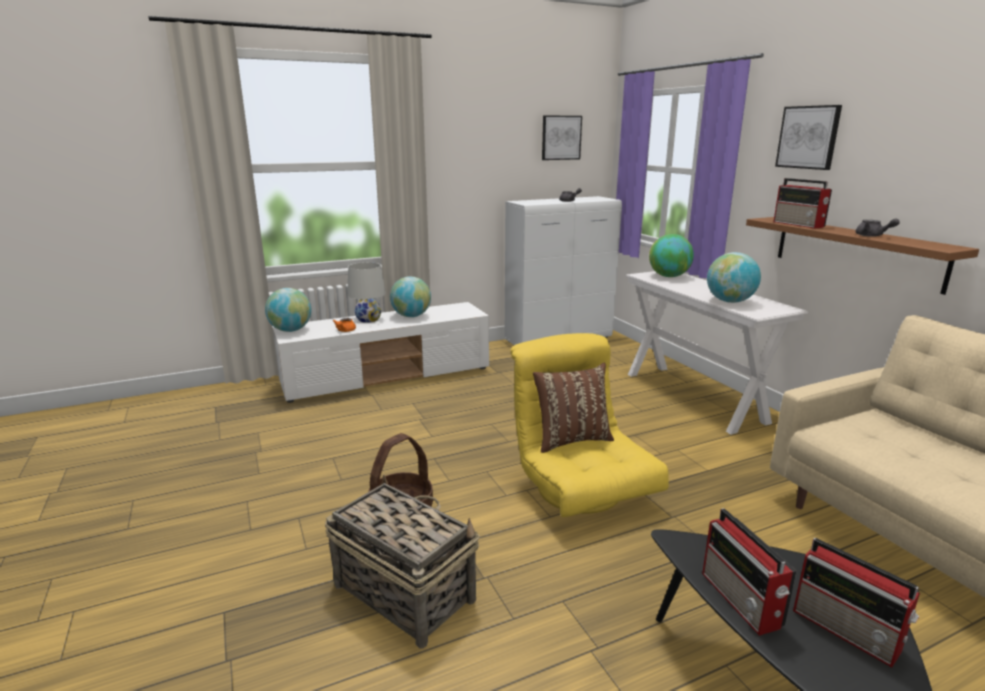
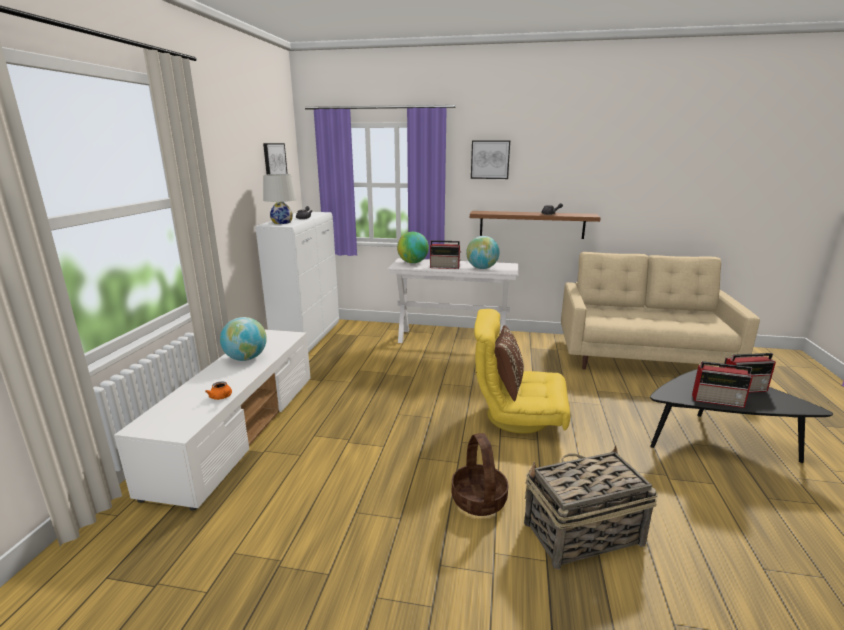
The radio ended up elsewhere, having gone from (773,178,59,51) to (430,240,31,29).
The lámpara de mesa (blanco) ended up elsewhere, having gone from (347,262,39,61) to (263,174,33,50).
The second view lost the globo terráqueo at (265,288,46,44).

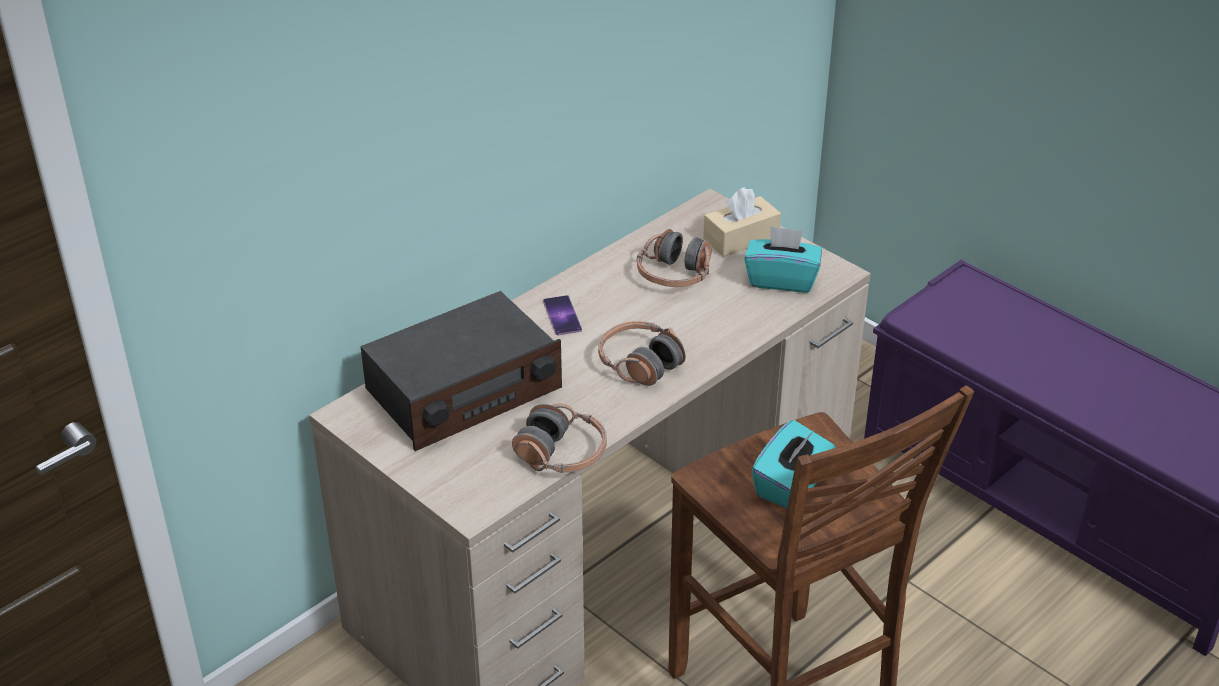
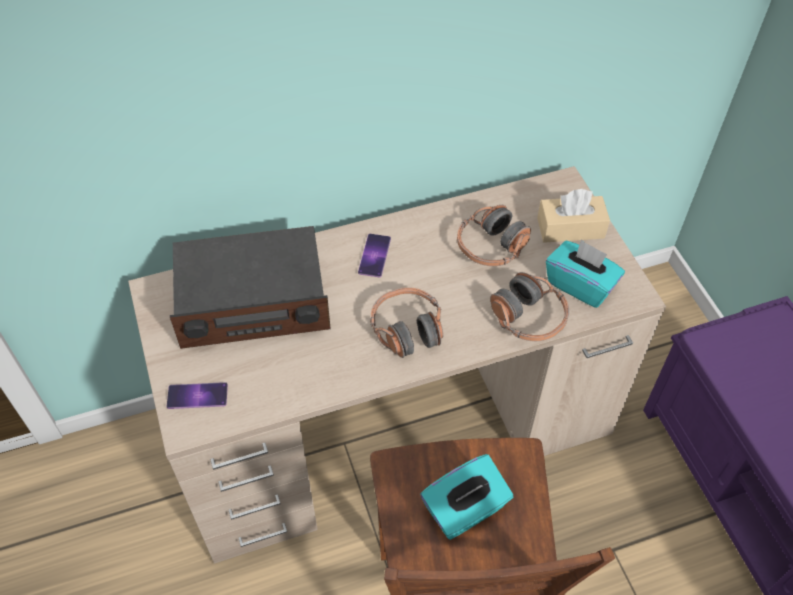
The auriculares ended up elsewhere, having gone from (512,404,95,69) to (490,272,79,69).
The second view gained the móvil at (166,382,62,27).

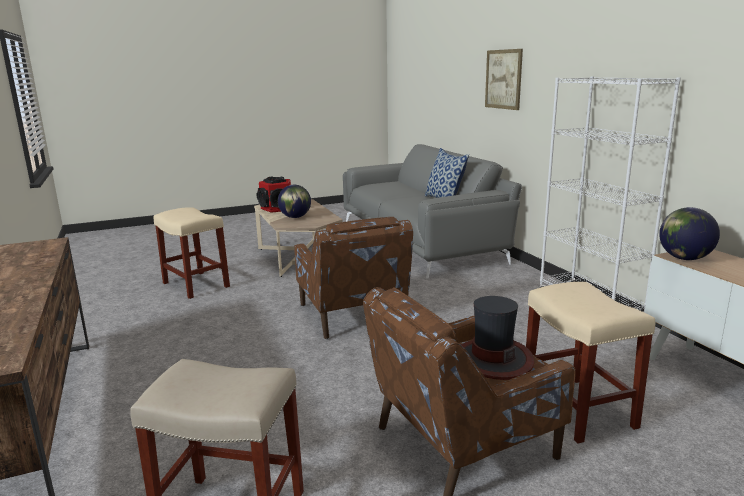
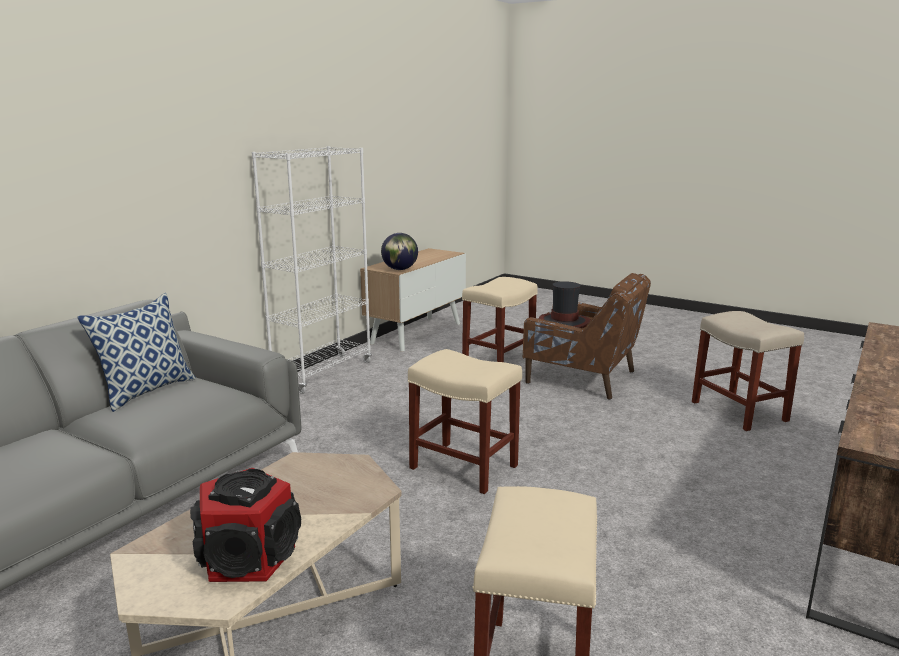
The second view lost the cuadro at (485,49,38,61).
The second view lost the globo terráqueo at (278,185,33,33).
Where the sillón (marrón) stood at (294,217,119,122), the taburete (beis) came to stand at (408,349,114,145).

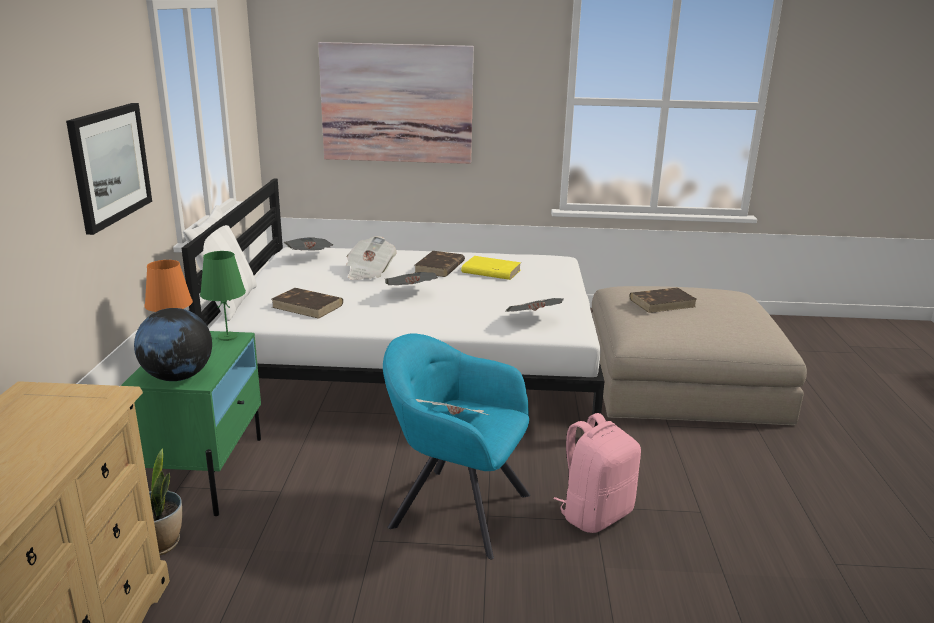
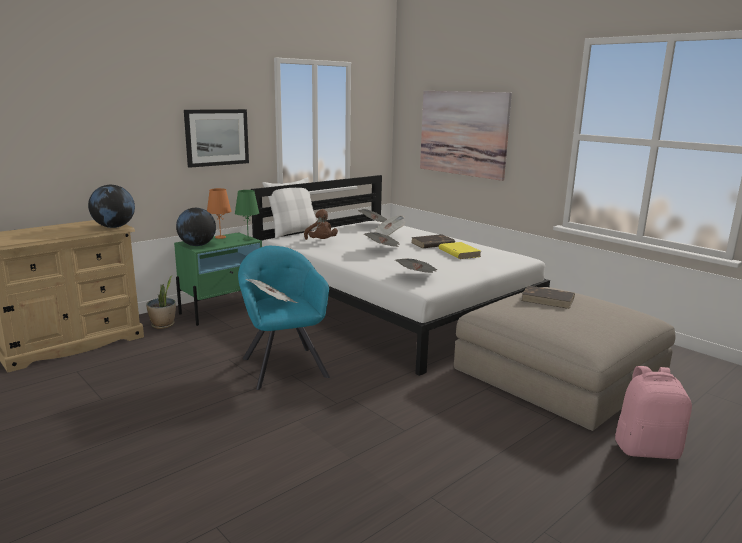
Where the libro (marrón) stood at (272,288,71,31), the peluche (marrón) came to stand at (304,209,34,31).
The mochila (rosa) ended up elsewhere, having gone from (553,413,88,120) to (615,366,77,93).
The second view gained the globo terráqueo at (88,185,47,43).

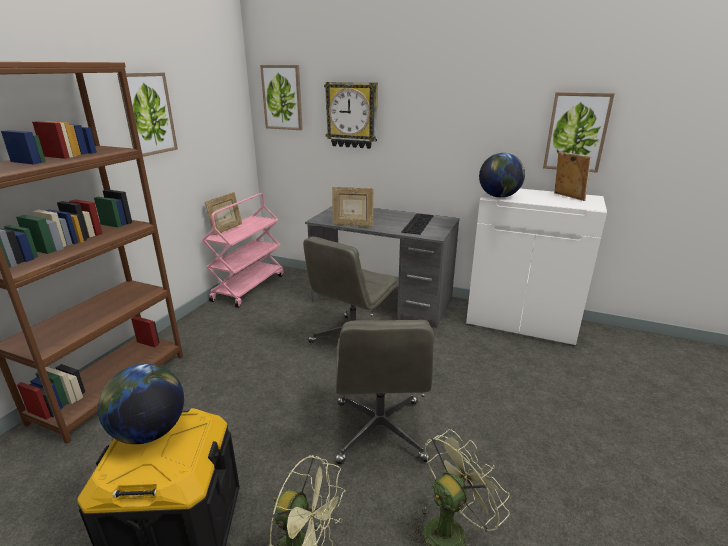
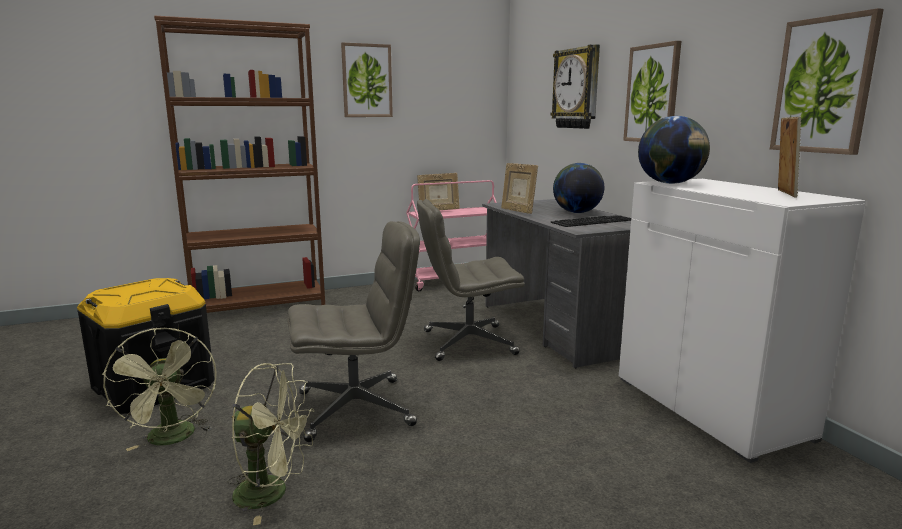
The cuadro ended up elsewhere, having gone from (260,65,43,65) to (623,41,58,101).
The silla de oficina (gris) at (335,320,99,144) ended up facing another way, 150 degrees counterclockwise from before.
The globo terráqueo ended up elsewhere, having gone from (98,364,86,80) to (553,163,51,50).

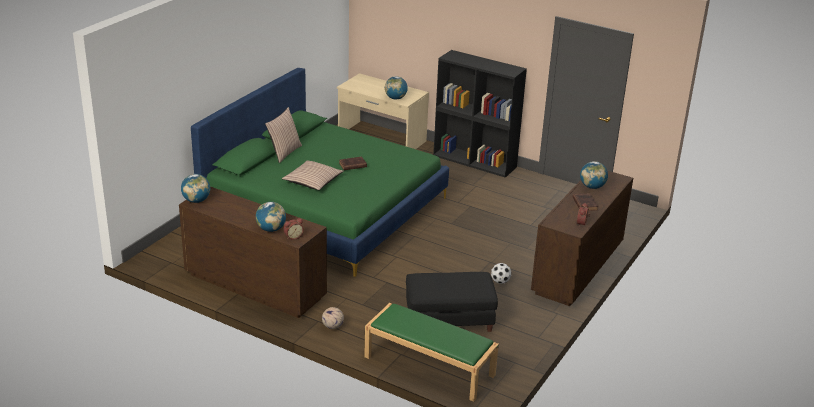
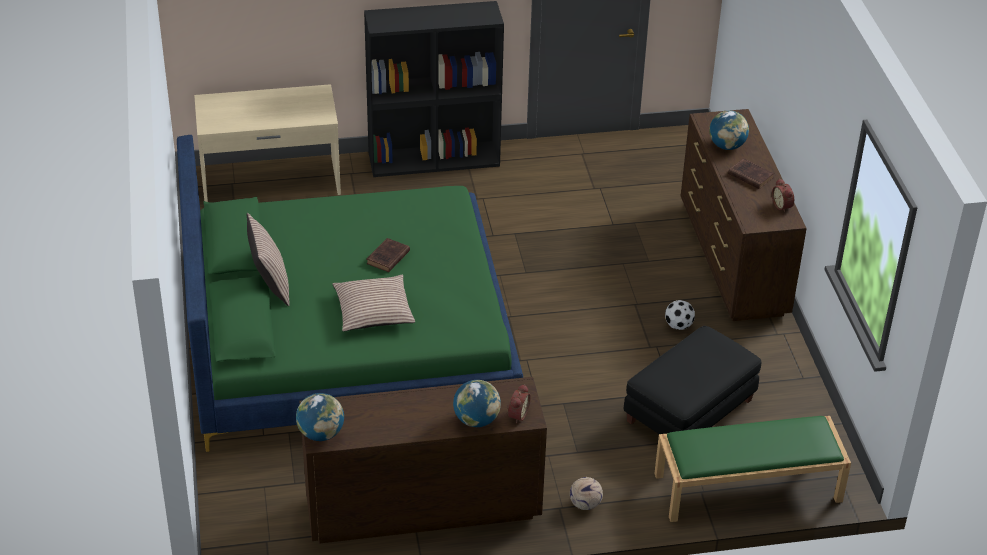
The second view lost the globo terráqueo at (385,76,23,23).

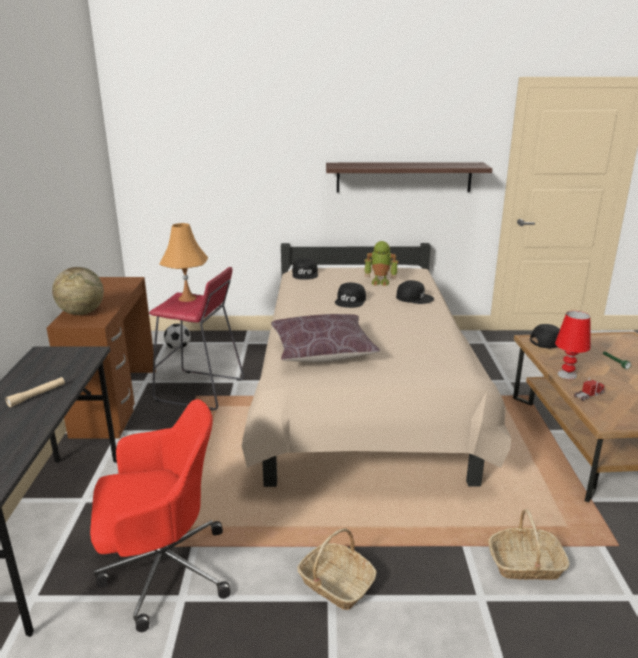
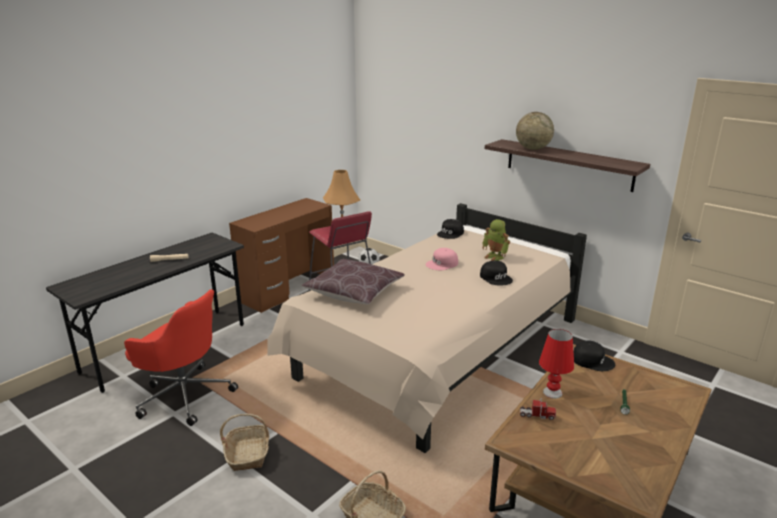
The globo terráqueo ended up elsewhere, having gone from (52,267,52,48) to (516,112,38,38).
What was the gorra (negro) at (335,283,31,25) turned into the gorra (rosa) at (425,248,33,22).

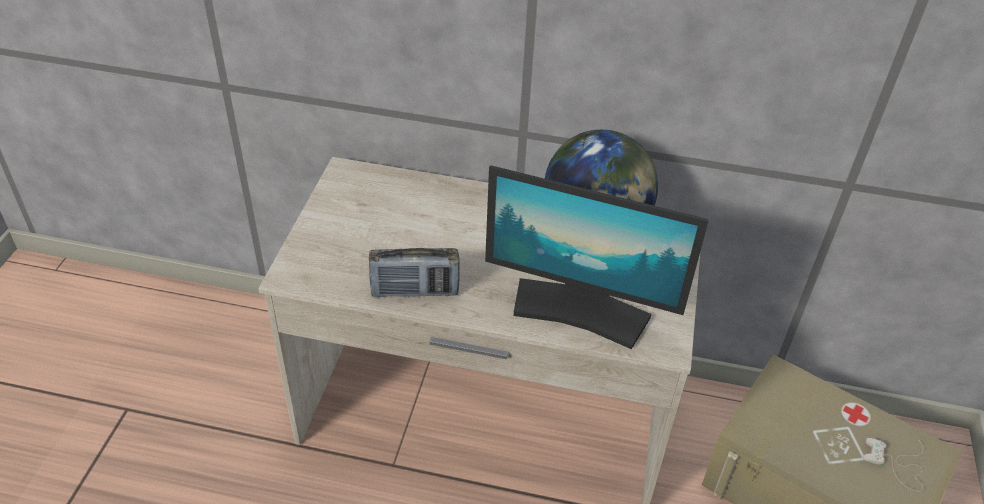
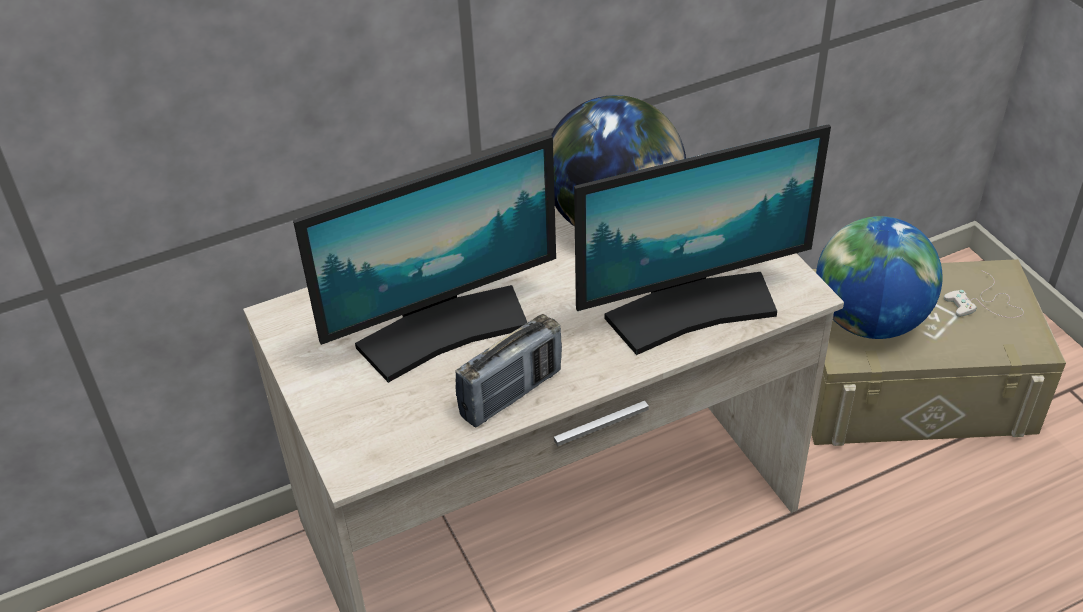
The second view gained the monitor at (293,135,263,248).
The second view gained the globo terráqueo at (816,216,127,123).

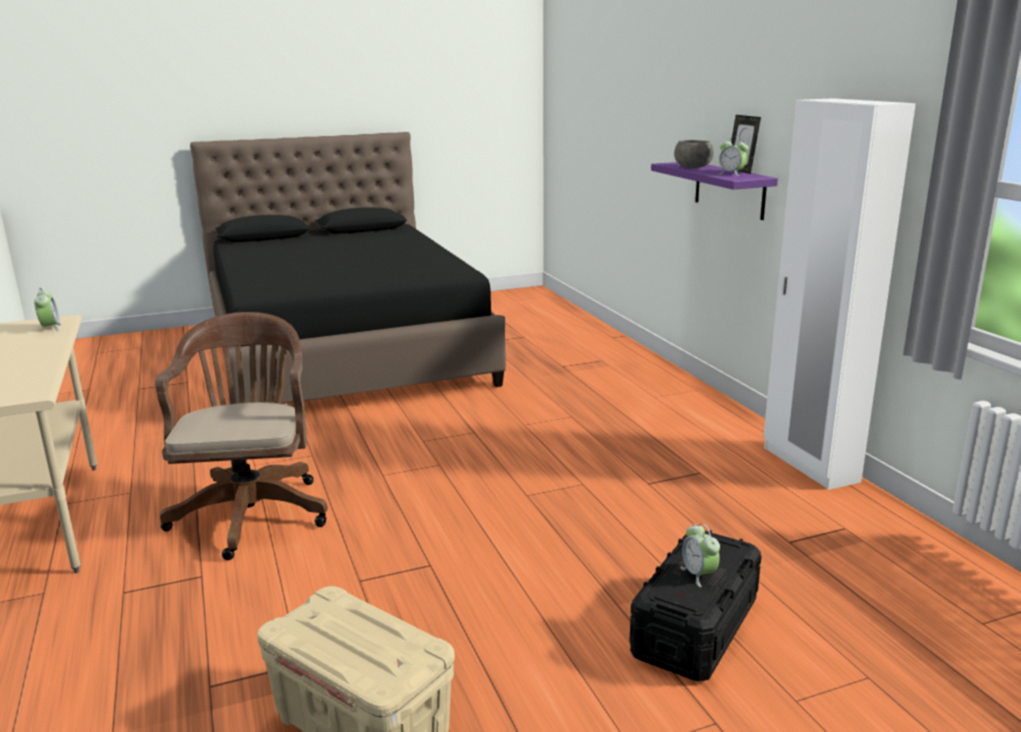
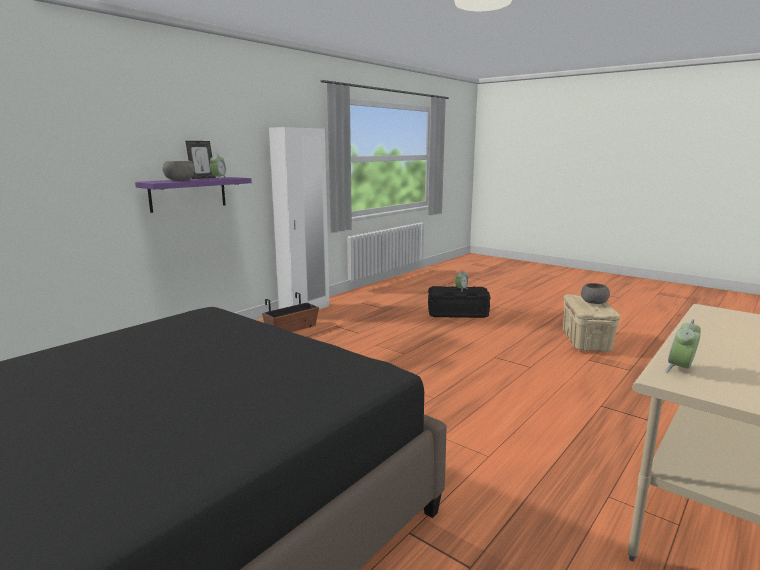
The second view lost the silla de oficina (marrón) at (155,312,173,248).
The second view gained the cuenco (gris) at (581,283,29,21).
The second view gained the maceta at (262,292,57,40).

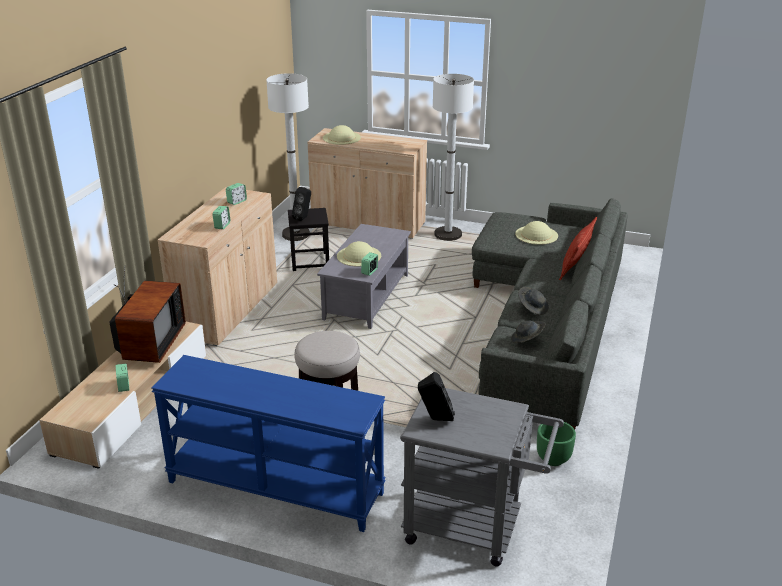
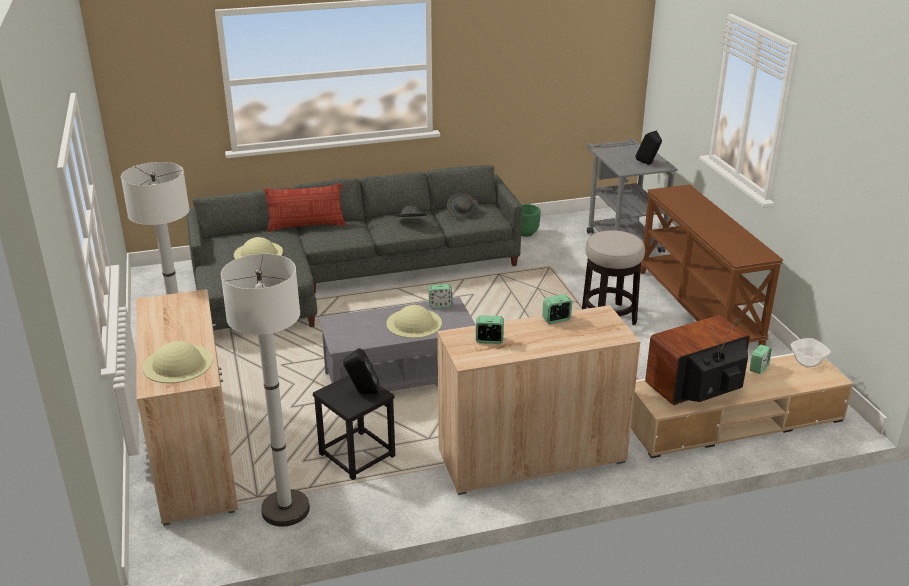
What was the mesa consola (azul) at (151,355,235,177) turned into the mesa consola (marrón) at (640,184,143,162).
The second view gained the cuenco at (790,338,41,30).

